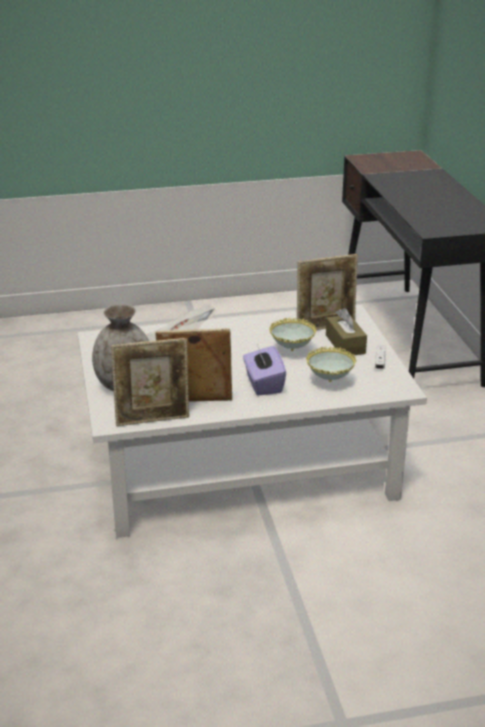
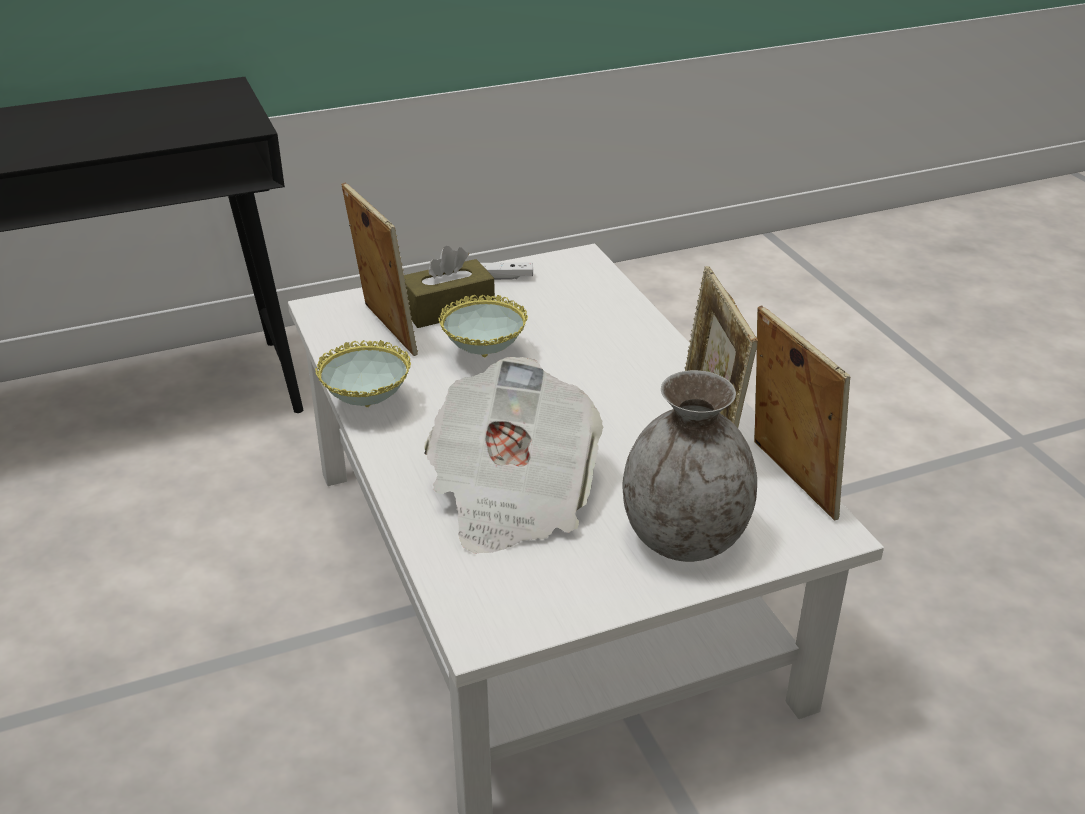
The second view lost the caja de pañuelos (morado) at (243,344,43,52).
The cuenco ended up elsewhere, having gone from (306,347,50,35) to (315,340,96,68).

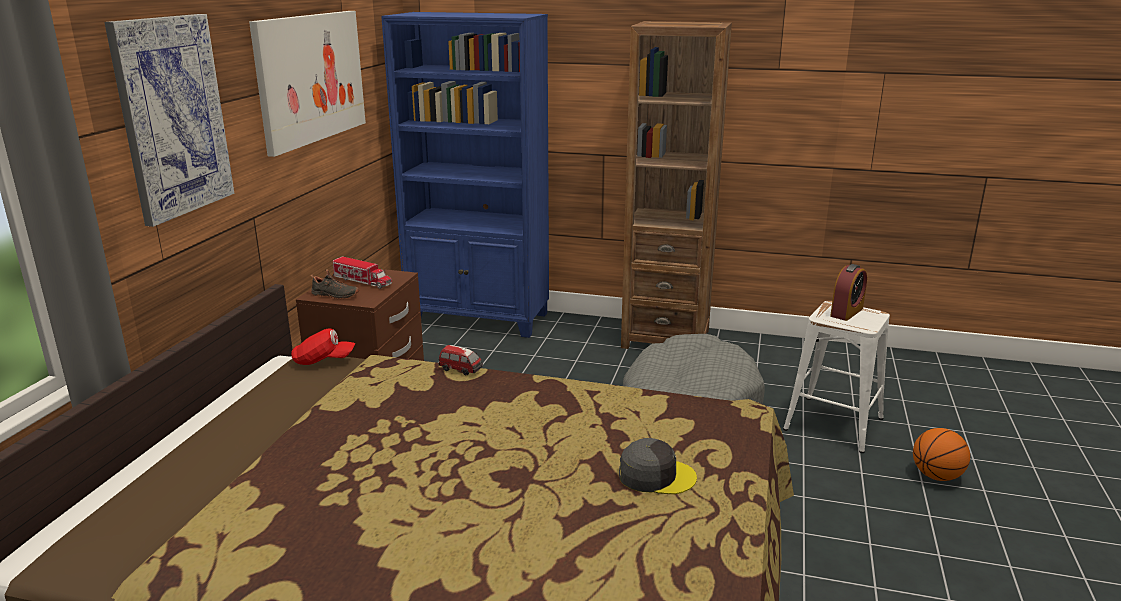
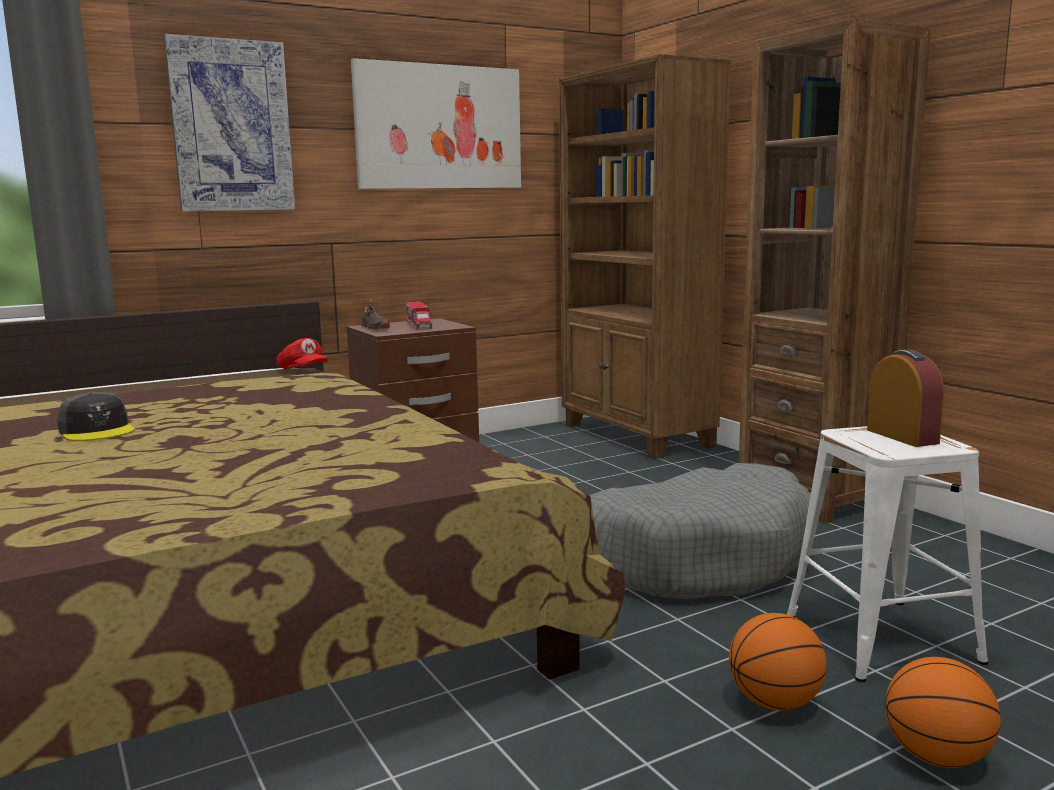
What was the estantería (azul) at (381,12,168,326) turned into the estantería (marrón) at (559,54,172,405).
The despertador at (830,264,37,57) ended up facing another way, 105 degrees counterclockwise from before.
The second view lost the coche de juguete at (439,345,44,30).
The gorra (gris) ended up elsewhere, having gone from (619,438,78,56) to (57,392,78,49).
The second view gained the balón de baloncesto at (729,613,98,98).

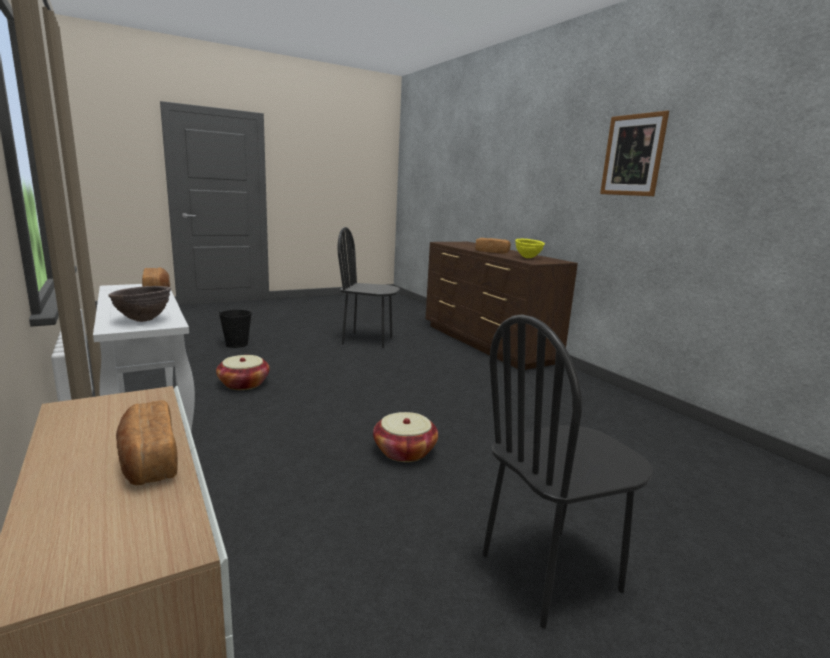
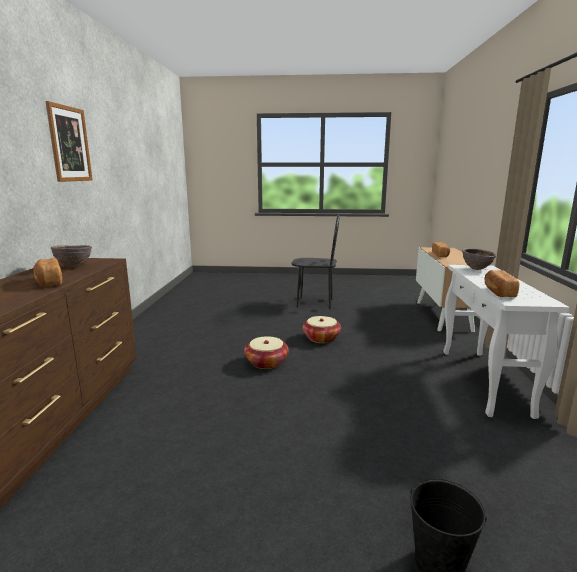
The second view lost the silla (negro) at (338,227,62,121).
What was the cuenco (amarillo) at (515,239,30,19) turned into the cuenco (marrón) at (51,245,41,22).
The cesta ended up elsewhere, having gone from (216,355,54,35) to (244,337,45,32).

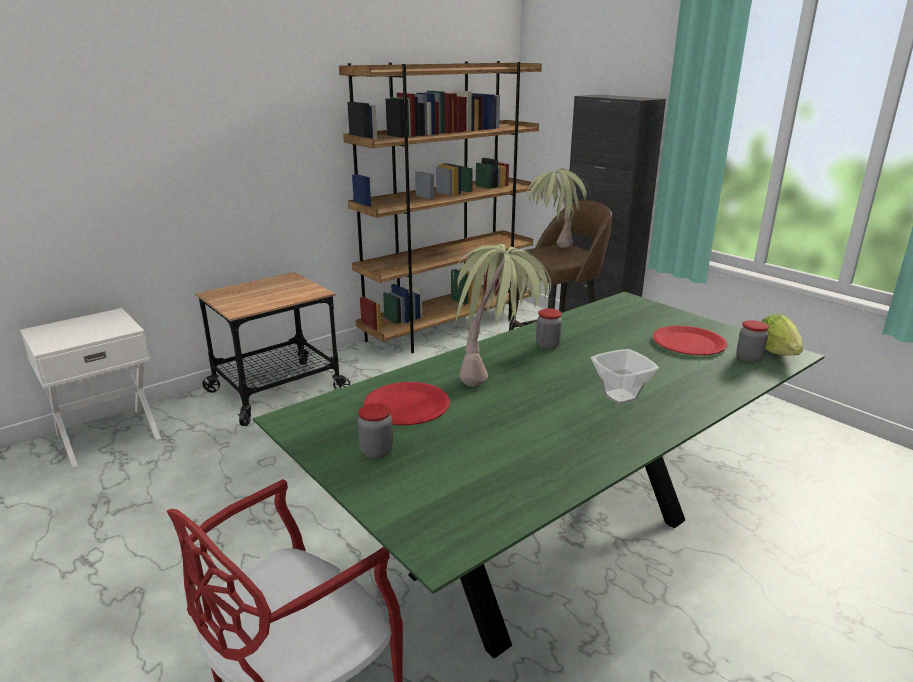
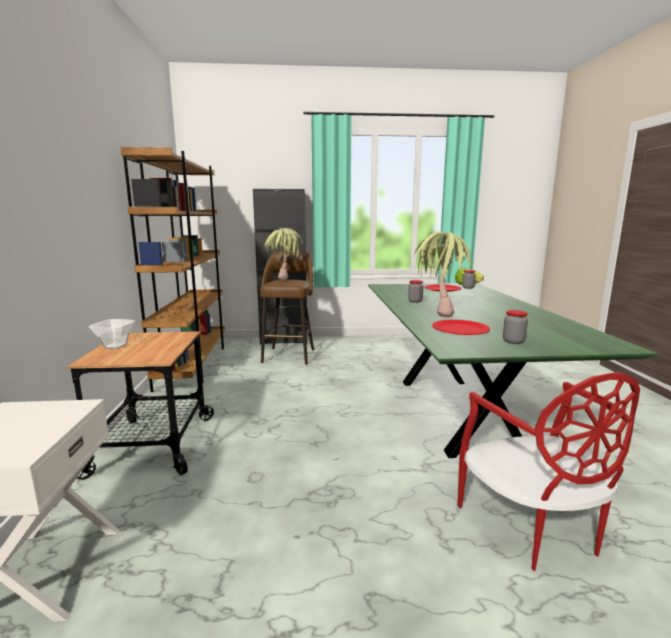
The cuenco ended up elsewhere, having gone from (591,349,68,55) to (89,319,46,30).

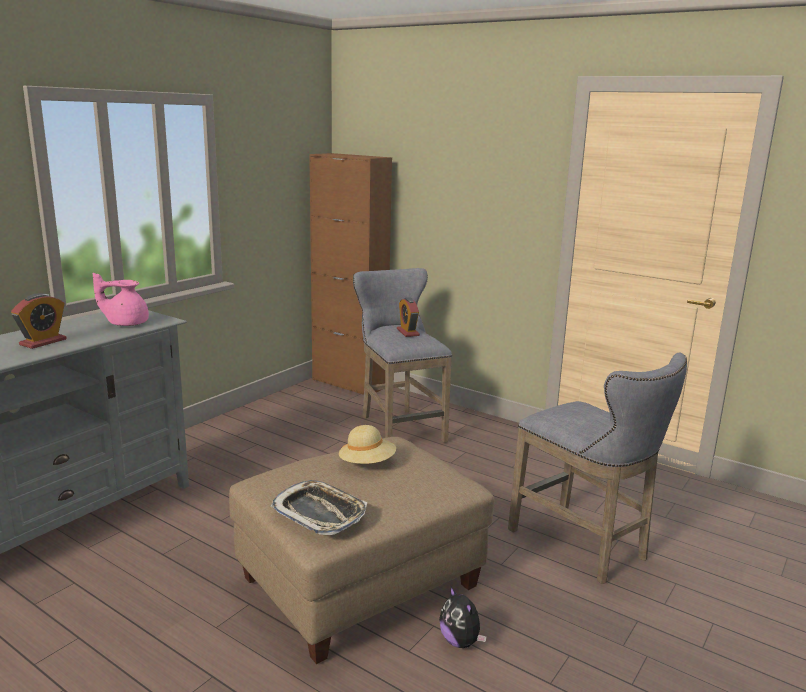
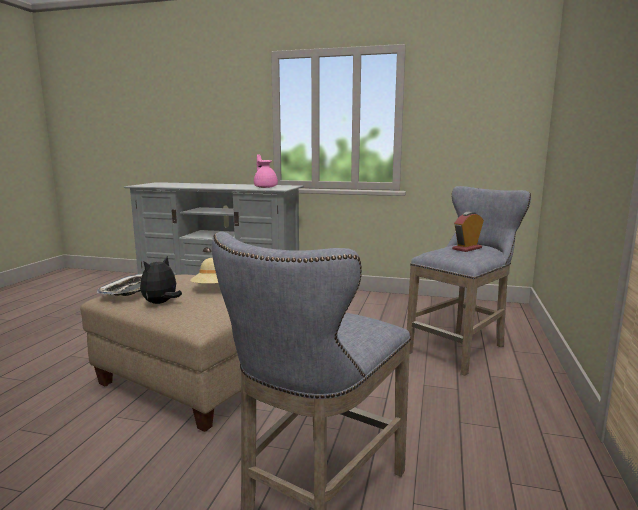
The second view lost the armario (marrón) at (309,153,83,242).
The second view lost the despertador at (11,293,55,56).
The peluche ended up elsewhere, having gone from (439,585,48,63) to (140,256,42,48).

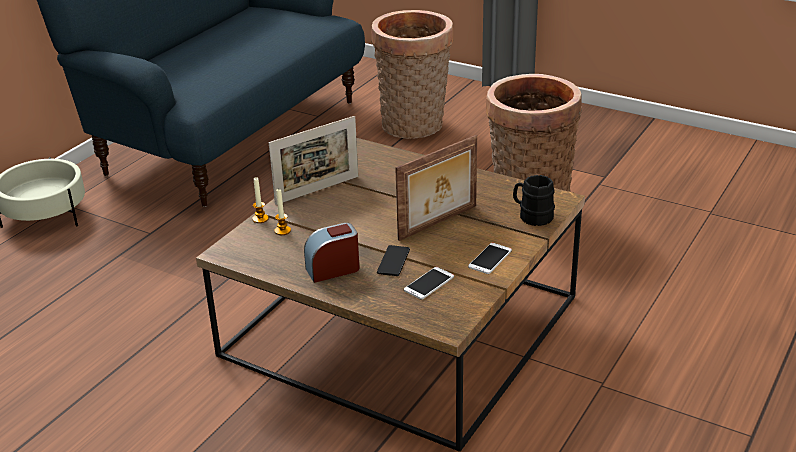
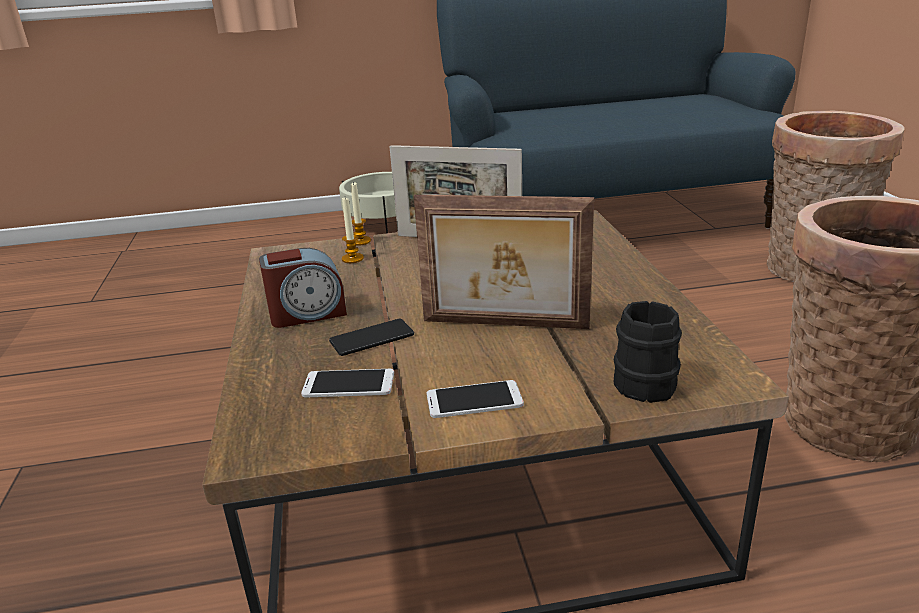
The despertador at (304,223,56,60) ended up facing another way, 135 degrees clockwise from before.

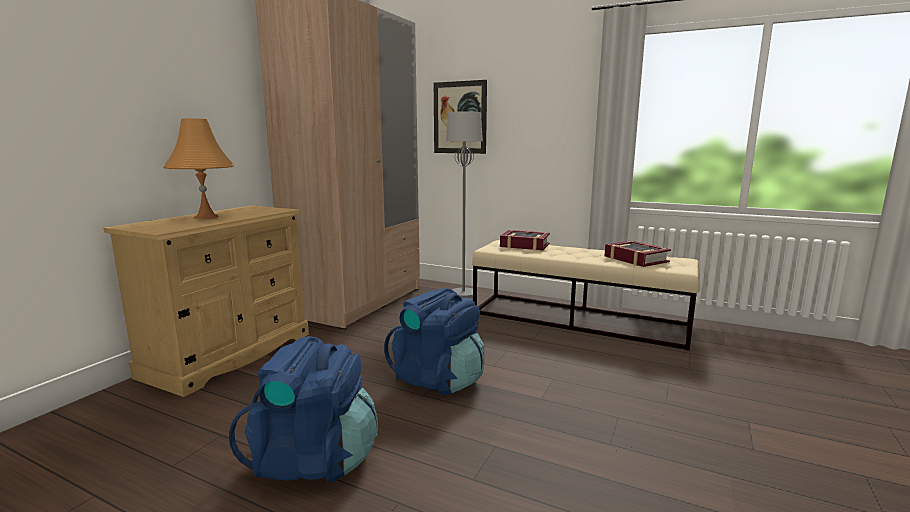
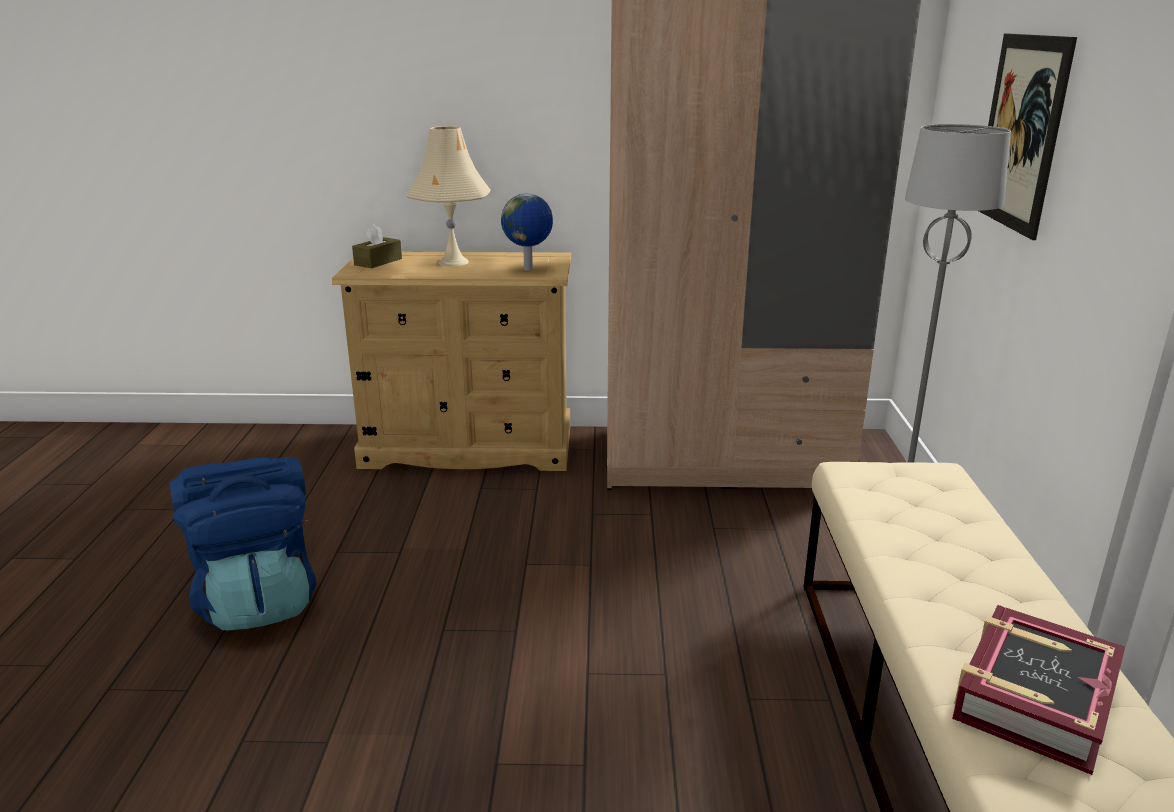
What was the lámpara de mesa (naranja) at (164,118,71,101) turned into the lámpara de mesa (beis) at (406,126,84,140).
The second view lost the libro at (500,230,50,20).
The second view lost the mochila (azul) at (384,288,100,107).
The second view gained the globo terráqueo at (501,193,52,77).
The second view gained the caja de pañuelos (marrón) at (352,224,50,44).

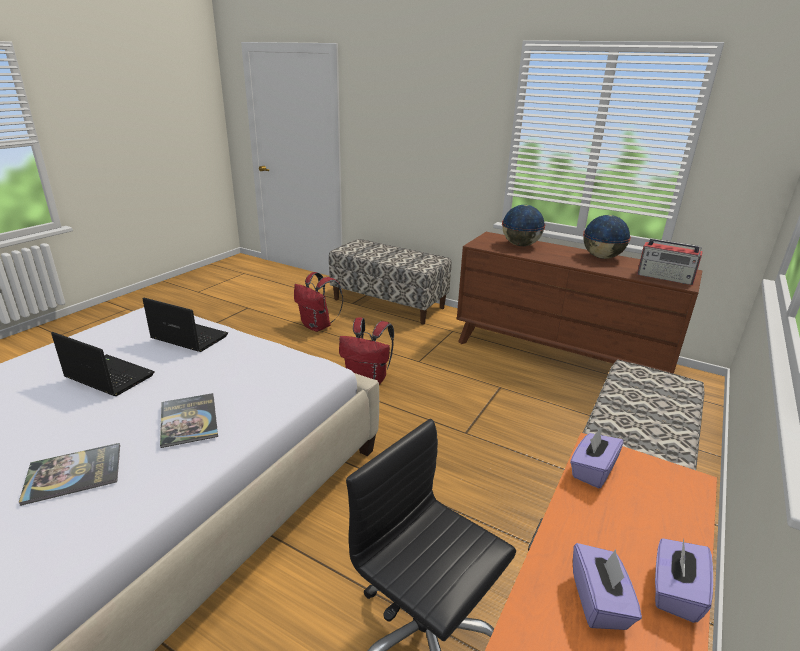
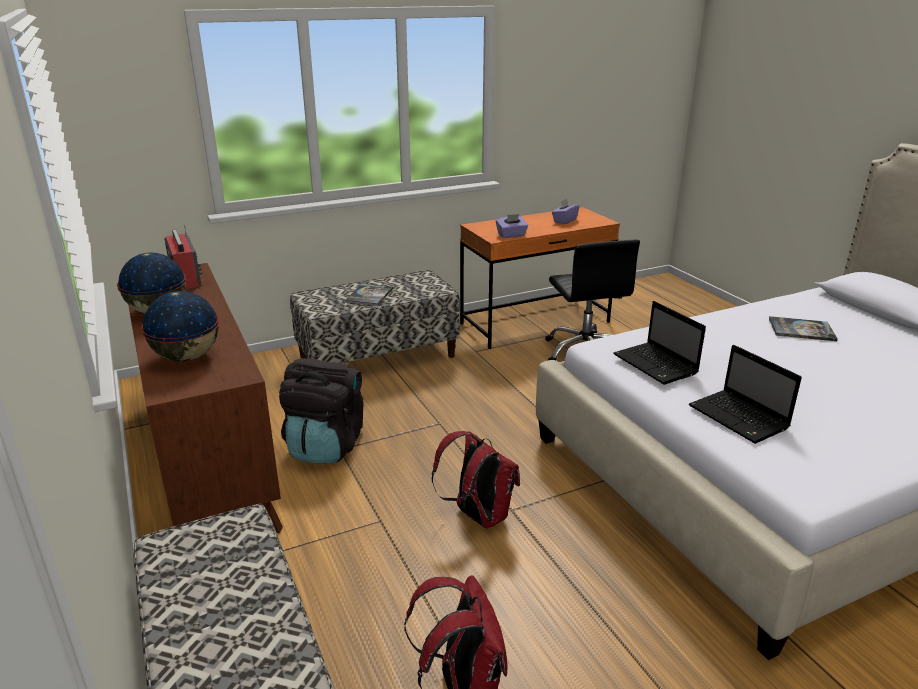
The portátil ended up elsewhere, having gone from (51,332,104,64) to (613,301,93,84).
The libro ended up elsewhere, having gone from (160,393,58,55) to (345,284,48,22).
The second view lost the caja de pañuelos (morado) at (655,538,58,85).
The second view gained the mochila (negro) at (279,358,84,105).

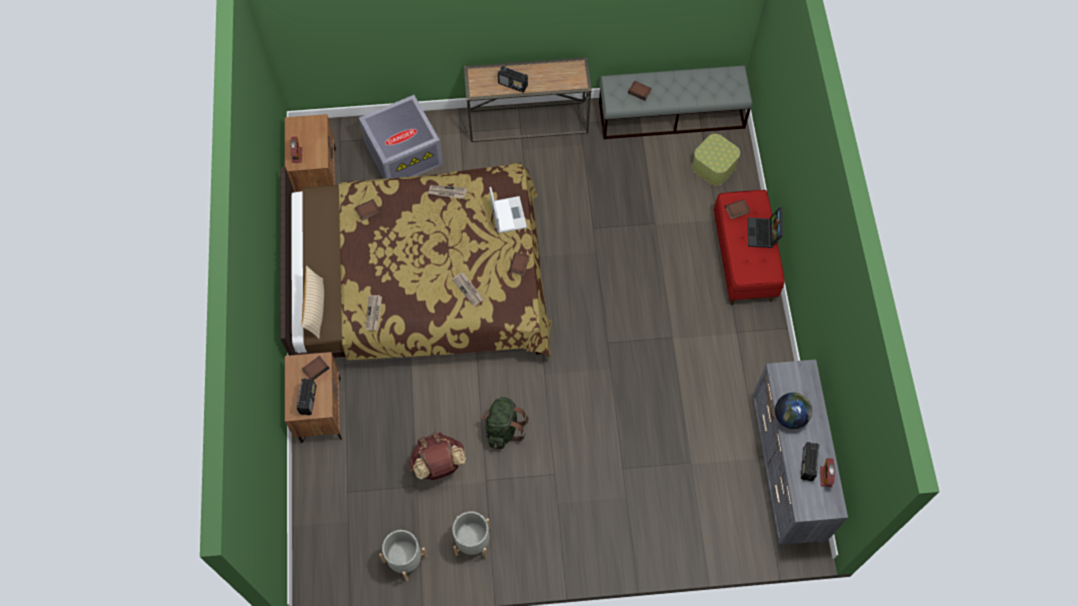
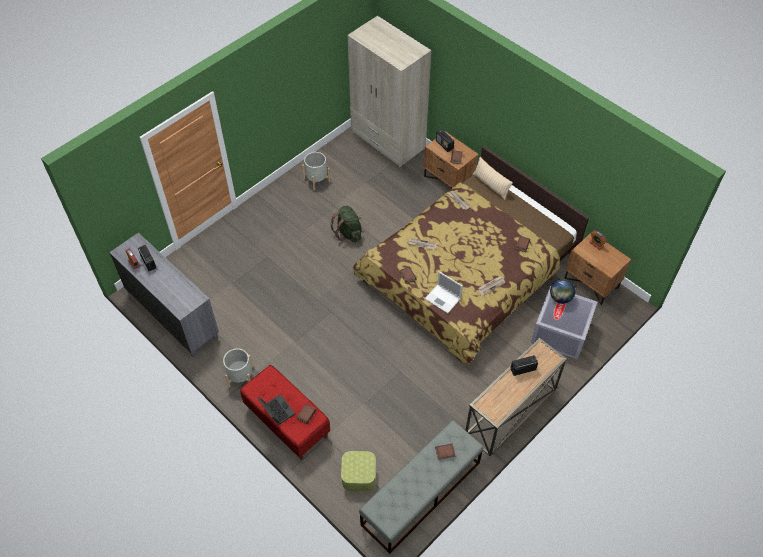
The globo terráqueo ended up elsewhere, having gone from (775,393,37,36) to (550,279,25,25).
The second view lost the mochila (marrón) at (409,432,57,48).
The maceta (gris) ended up elsewhere, having gone from (379,529,48,52) to (223,348,30,39).
The second view gained the armario ropero (beis) at (348,16,83,151).

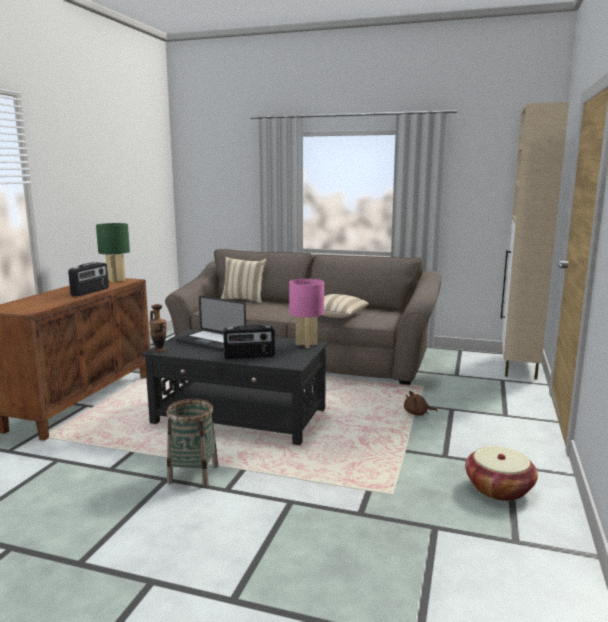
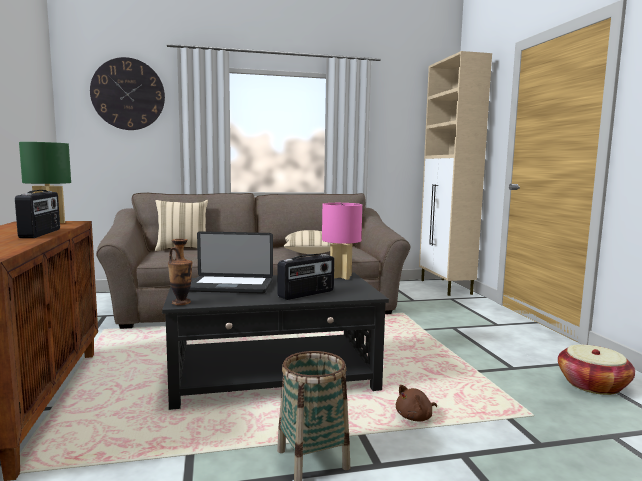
The peluche (marrón) ended up elsewhere, having gone from (404,391,33,25) to (396,385,41,36).
The second view gained the reloj de pared at (90,57,75,73).

